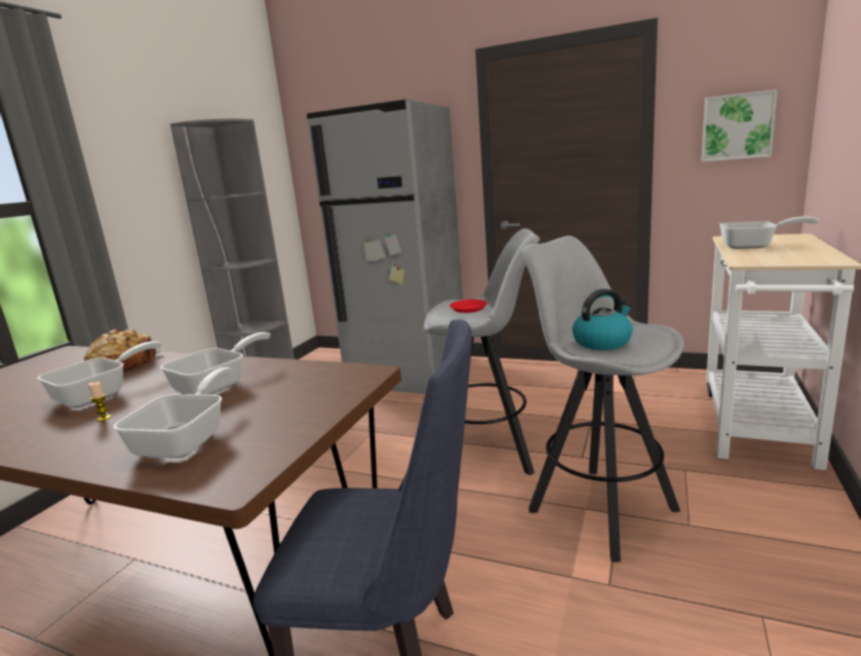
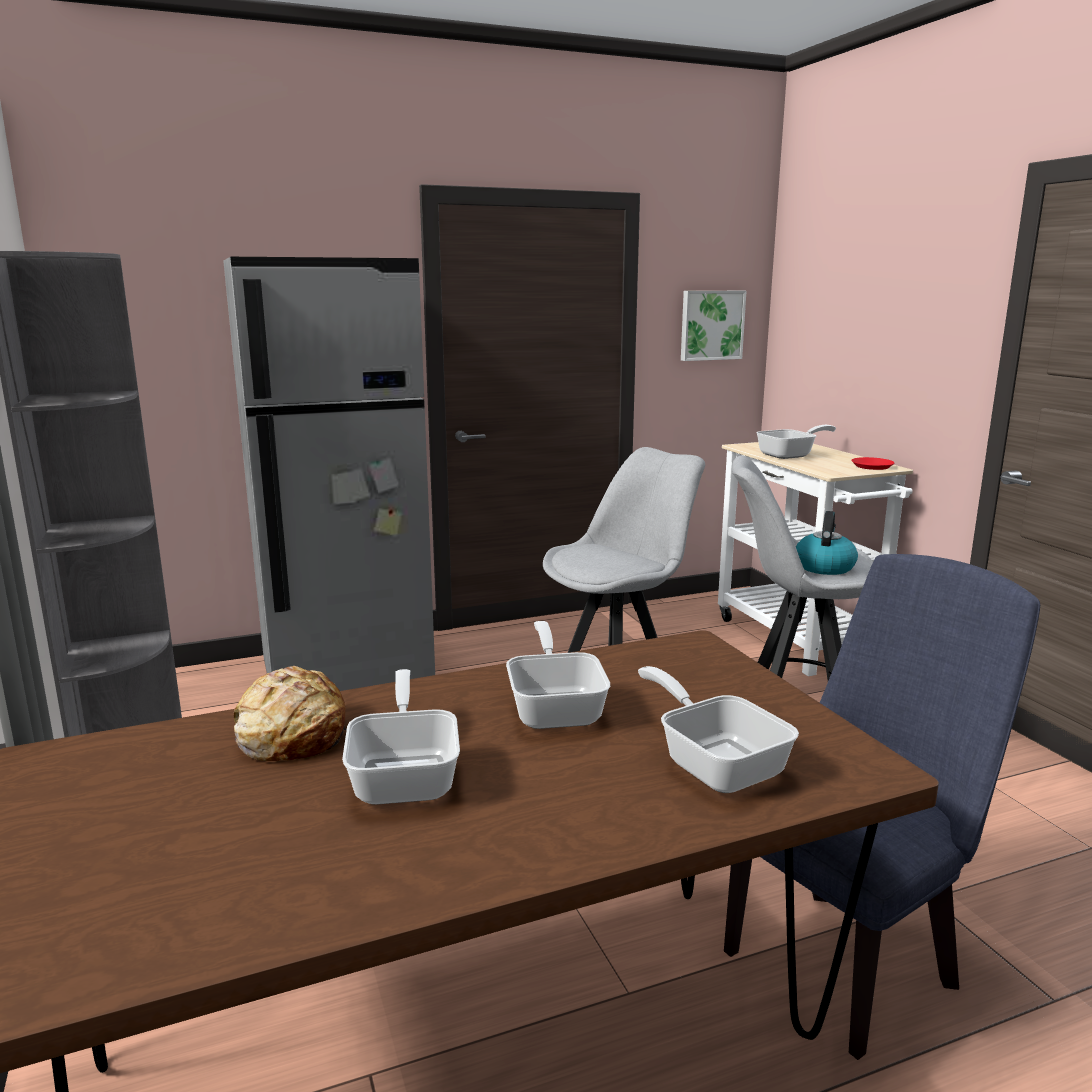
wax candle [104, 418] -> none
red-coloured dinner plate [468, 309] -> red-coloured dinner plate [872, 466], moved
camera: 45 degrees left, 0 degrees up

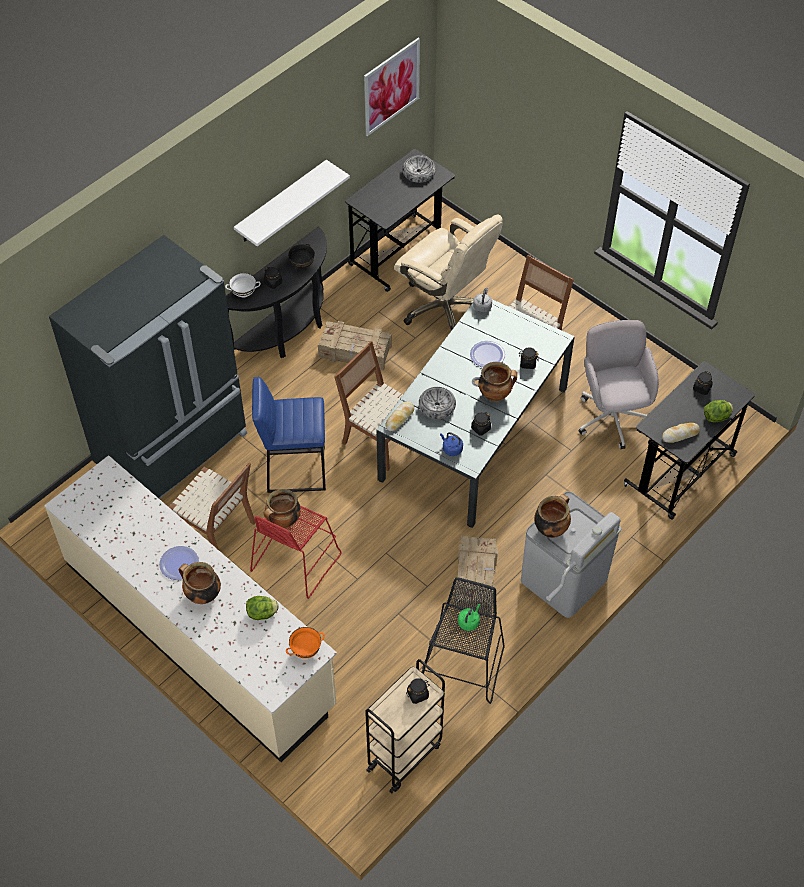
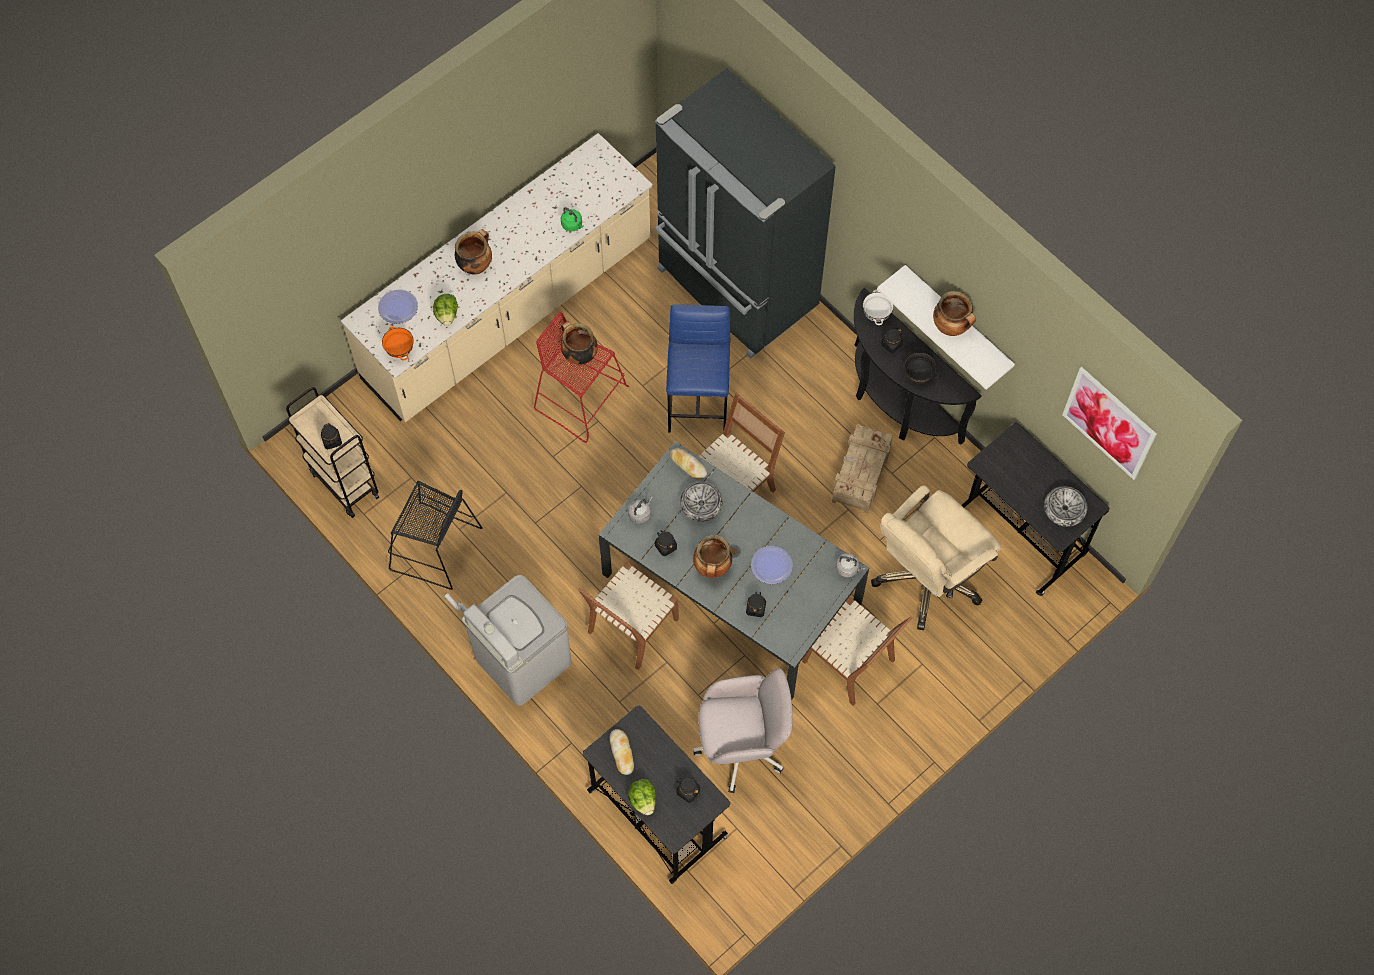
dinner plate [179, 563] -> dinner plate [398, 307], moved
plain chair [217, 531] -> plain chair [631, 629], moved
blue-coloured tea kettle [451, 449] -> grey tea kettle [640, 513]
crate [475, 580] -> none
green-coloured tea kettle [469, 622] -> green-coloured tea kettle [572, 225], moved
stockpot [551, 528] -> stockpot [951, 327], moved
camera: 95 degrees right, 10 degrees up

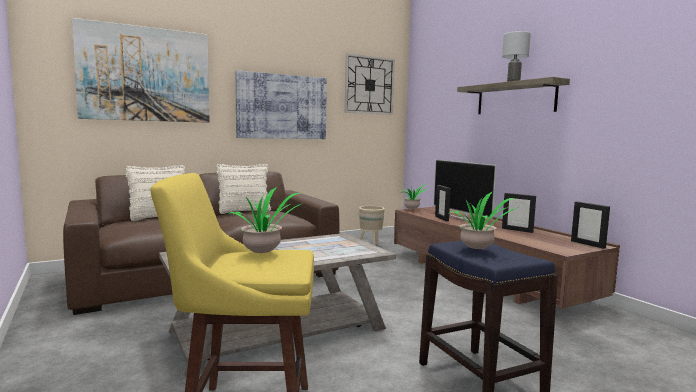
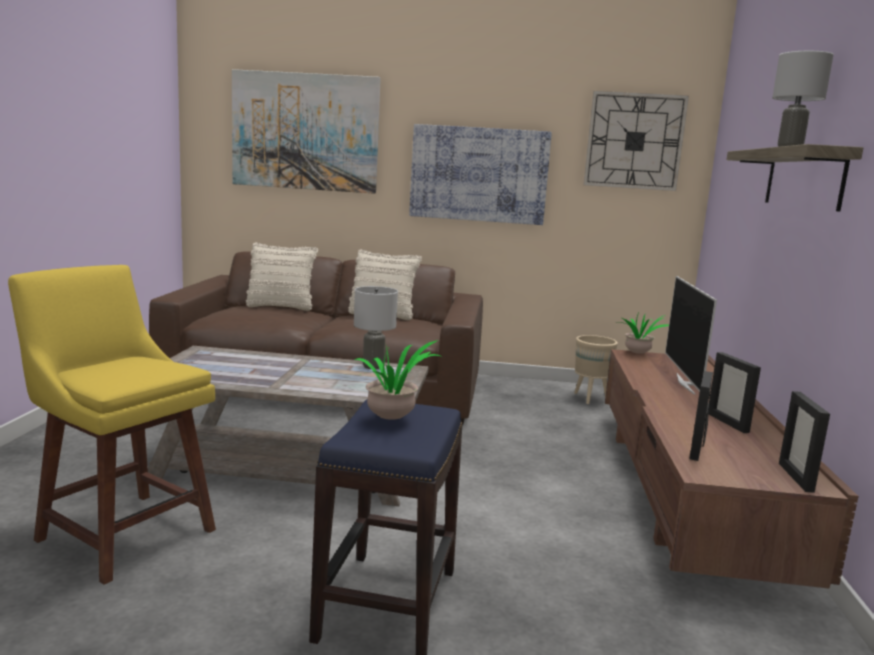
plant in a pot [264, 253] -> none
standing frame [442, 218] -> standing frame [697, 449], moved
none -> white-coloured tabletop lamp [374, 367]
camera: 35 degrees right, 5 degrees up

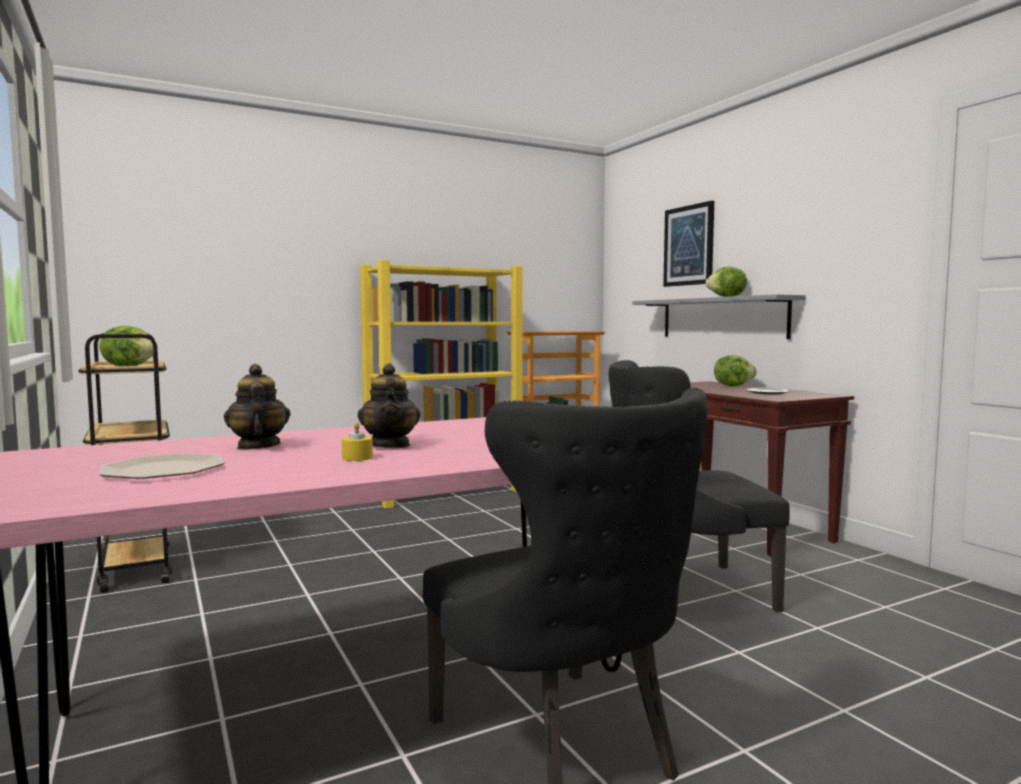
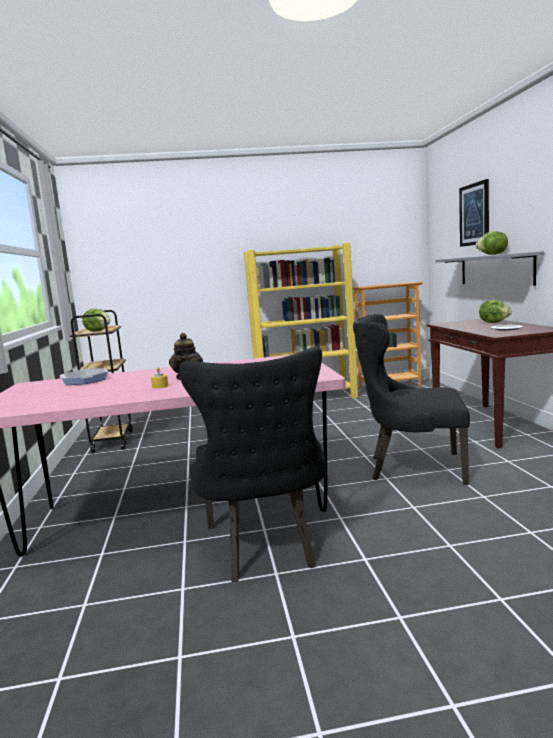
dinner plate [162, 469] -> none
teapot [258, 446] -> none
none -> pan [85, 380]
camera: 20 degrees right, 5 degrees up

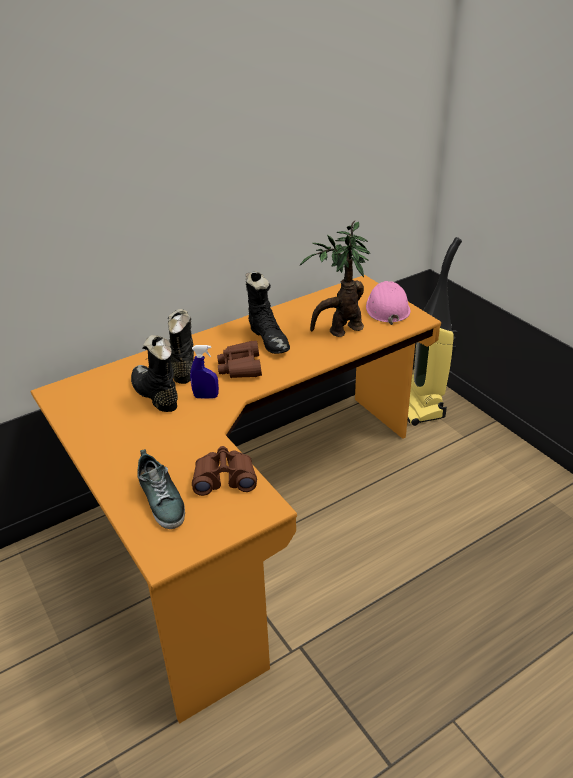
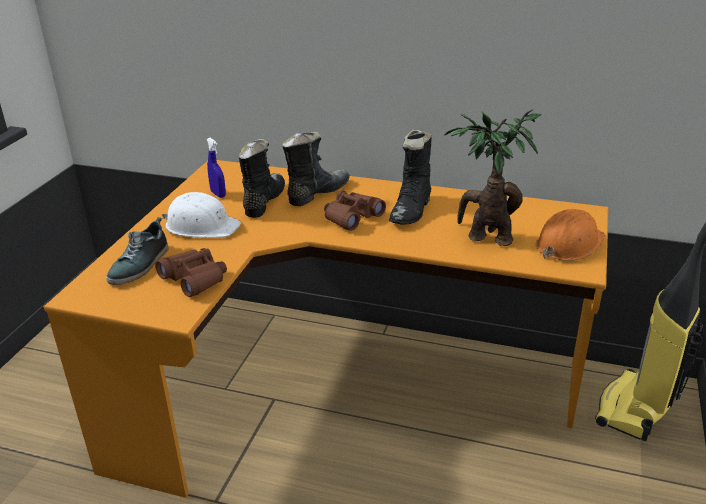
blue-coloured spray bottle [206, 397] -> blue-coloured spray bottle [218, 194], moved
pinkish work helmet [387, 308] -> orangey work helmet [569, 244]
none -> white-coloured work helmet [201, 226]
camera: 50 degrees right, 5 degrees down

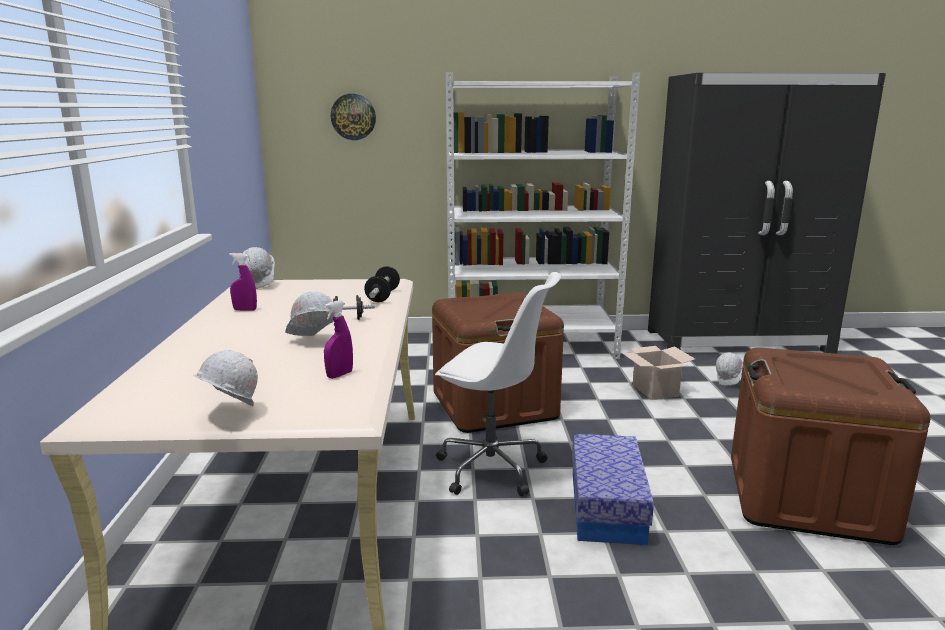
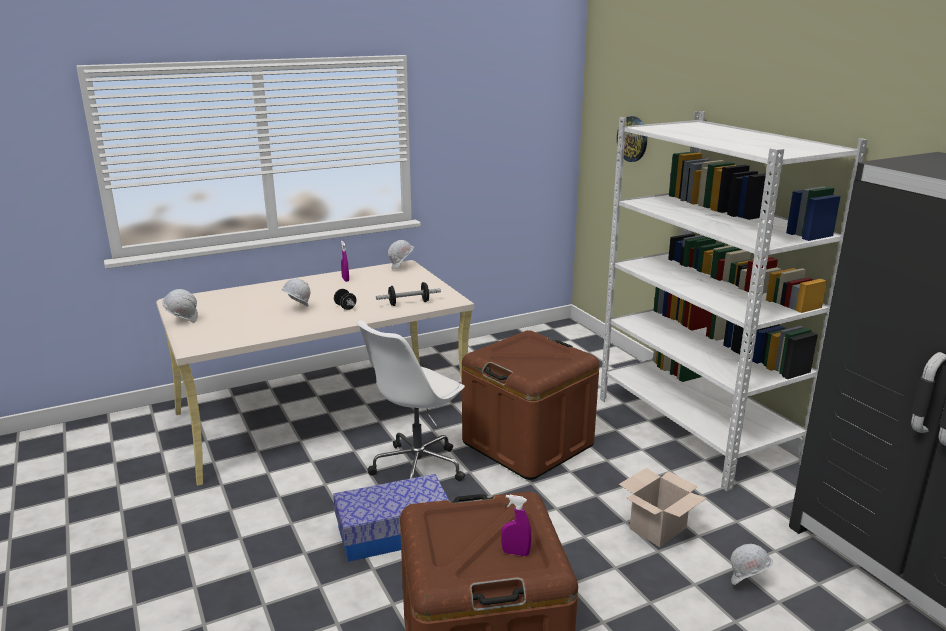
purple-coloured spray bottle [339, 375] -> purple-coloured spray bottle [515, 553], moved
white-coloured desk chair [493, 469] -> white-coloured desk chair [416, 469], 45 degrees clockwise
camera: 65 degrees right, 5 degrees up

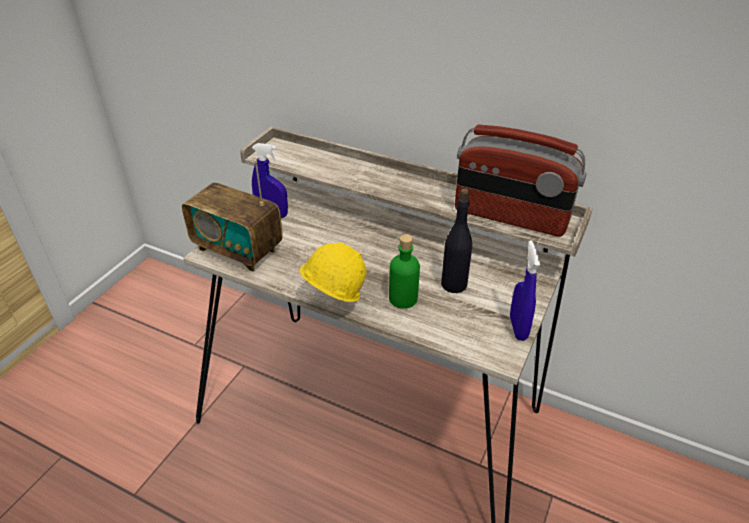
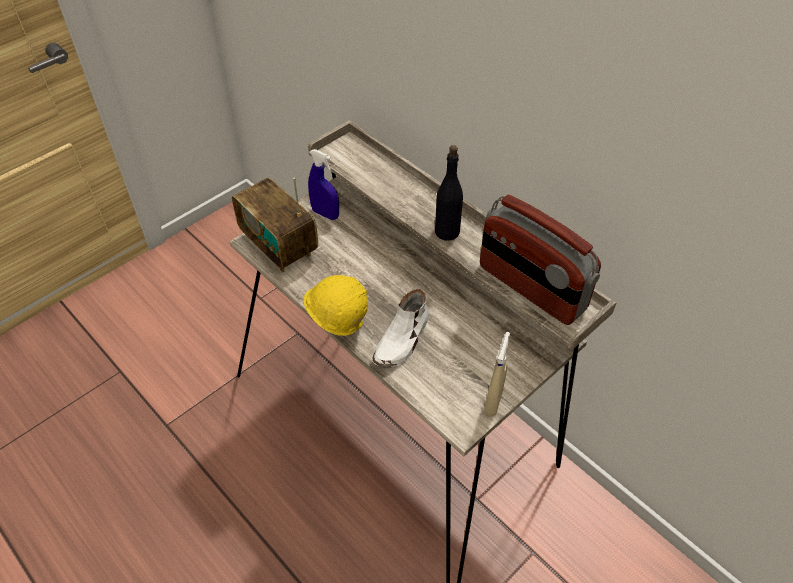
green-coloured bottle [403, 298] -> white-coloured low shoe [402, 339]
blackish bottle [454, 284] -> blackish bottle [447, 231], moved
blue-coloured spray bottle [518, 328] -> sand-coloured spray bottle [493, 402]
camera: 20 degrees right, 10 degrees up

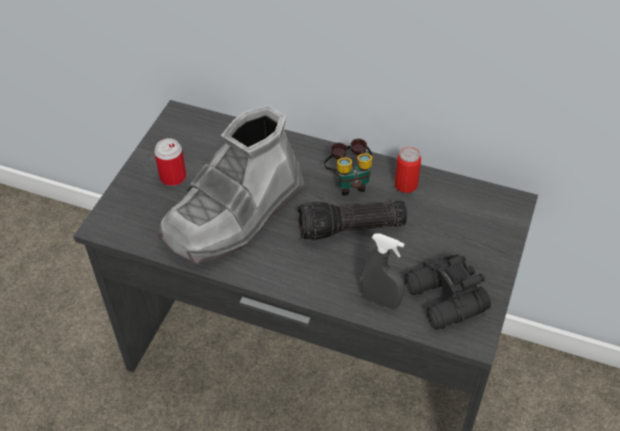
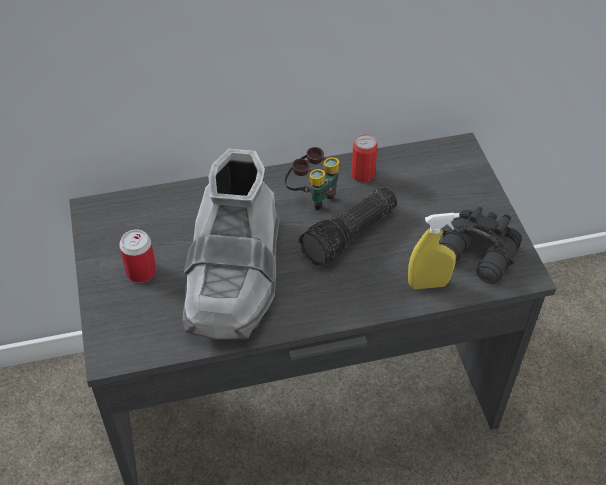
grey spray bottle [380, 300] -> yellow-coloured spray bottle [428, 284]
camera: 35 degrees left, 0 degrees up

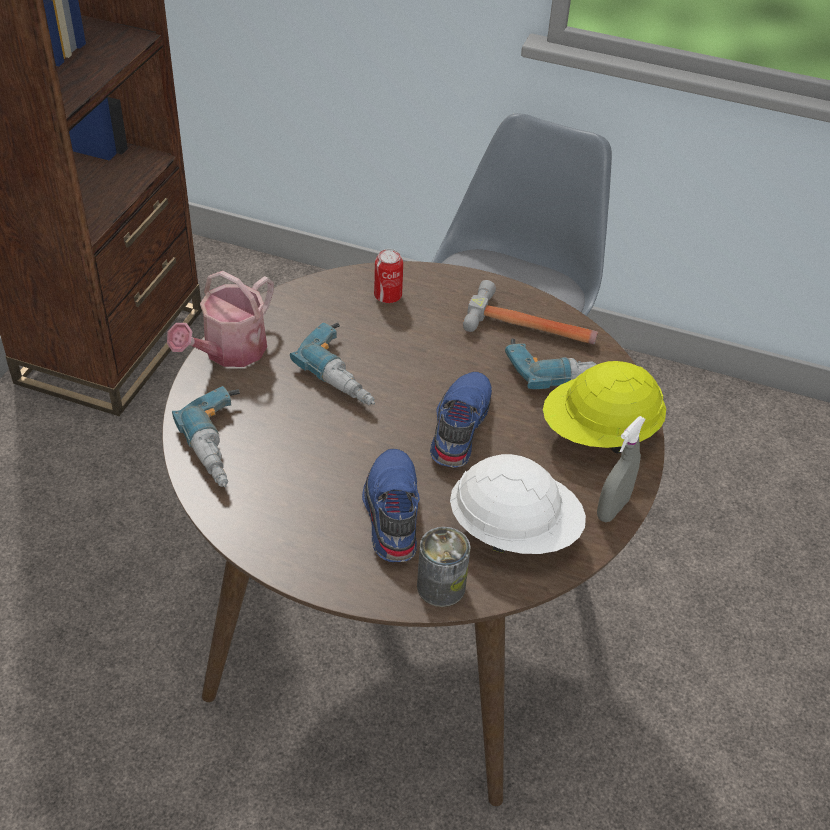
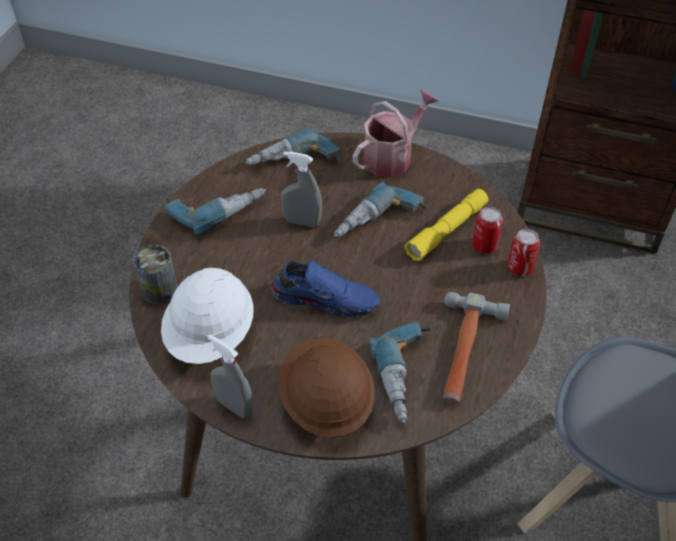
watering can [229, 352] -> watering can [392, 156], 105 degrees clockwise
blue-coloured low shoe [390, 512] -> none
yellow-coloured work helmet [599, 433] -> brown work helmet [325, 402]
none -> drill [216, 207]
none -> grey spray bottle [302, 222]
none -> yellow-coloured torch [447, 230]
none -> can [519, 268]
camera: 90 degrees right, 5 degrees up

